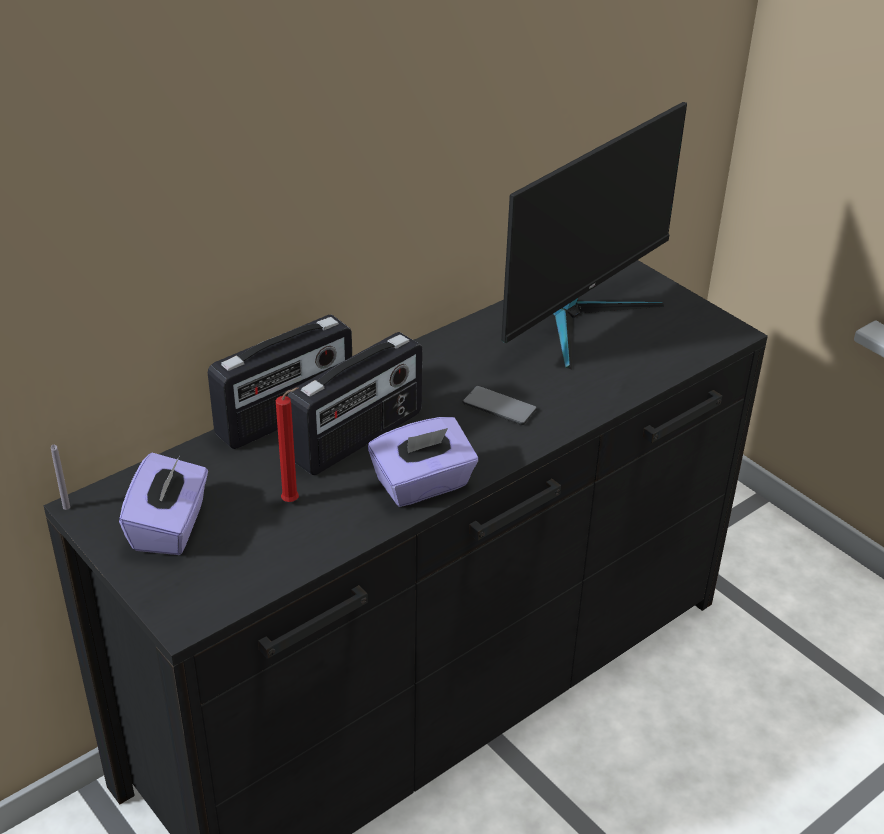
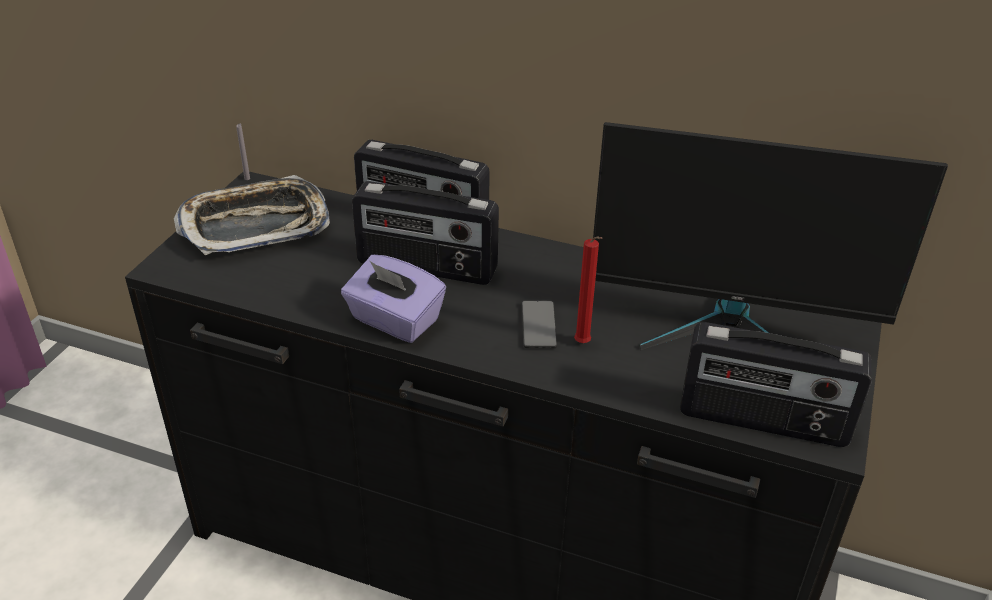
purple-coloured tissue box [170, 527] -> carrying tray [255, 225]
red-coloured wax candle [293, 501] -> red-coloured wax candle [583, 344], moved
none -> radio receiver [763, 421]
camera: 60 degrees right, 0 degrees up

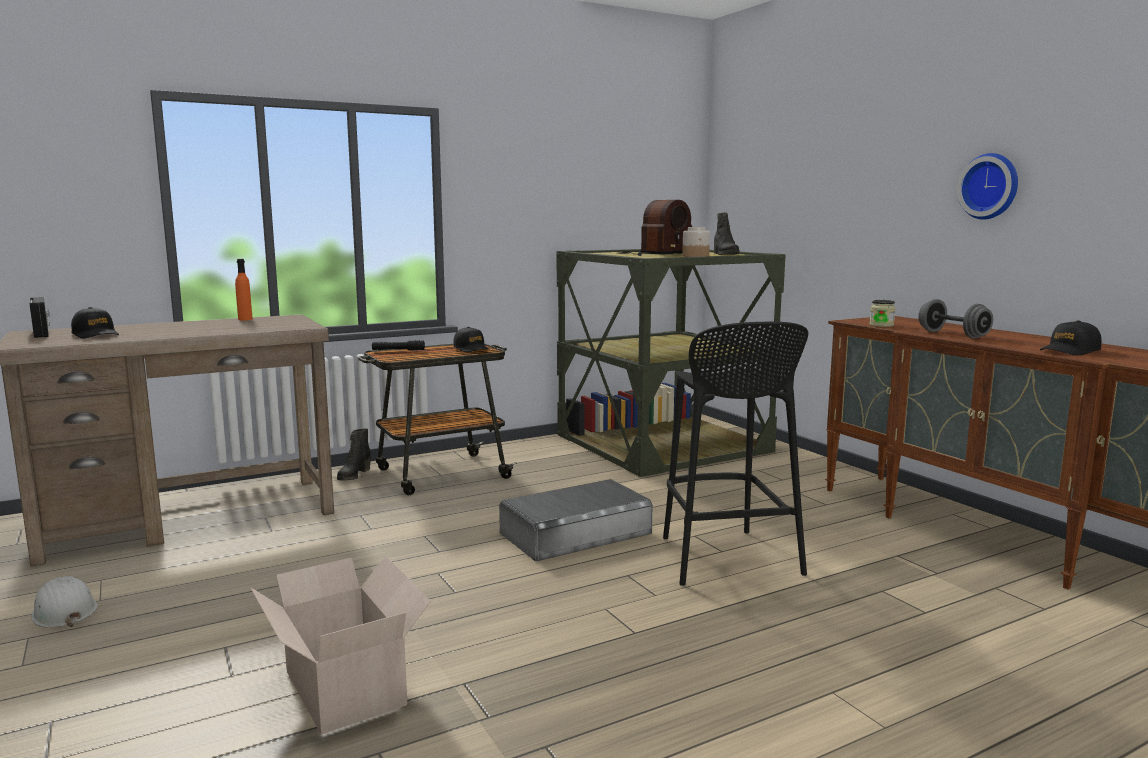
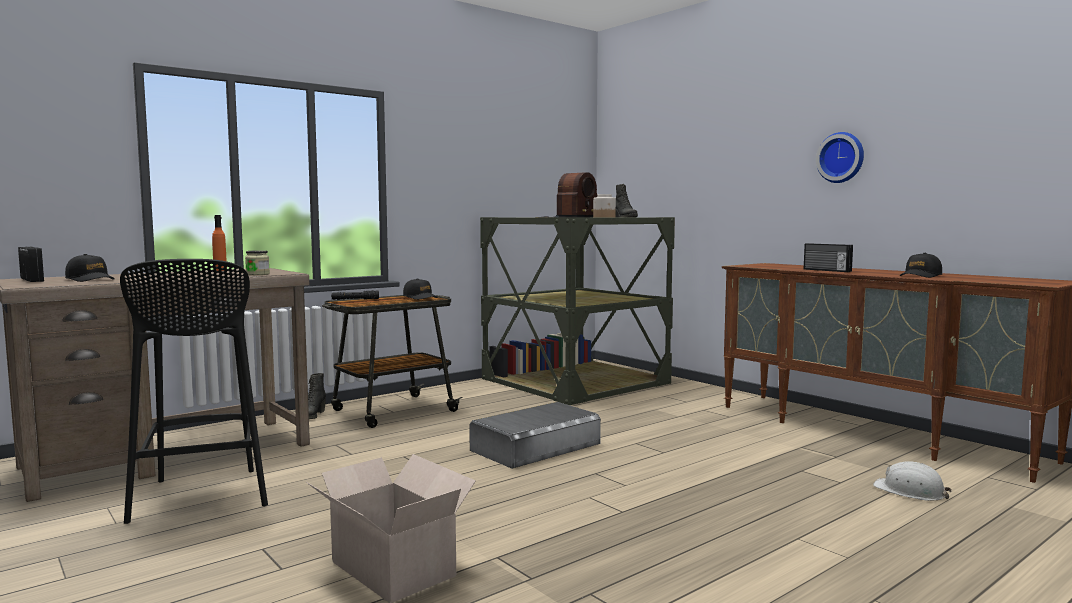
white-coloured work helmet [63, 612] -> white-coloured work helmet [910, 491], moved
blackish stool [725, 558] -> blackish stool [202, 496], moved
storage jar [881, 325] -> storage jar [257, 274], moved
grey dumbbell [953, 335] -> radio receiver [826, 270]
camera: 10 degrees left, 5 degrees down

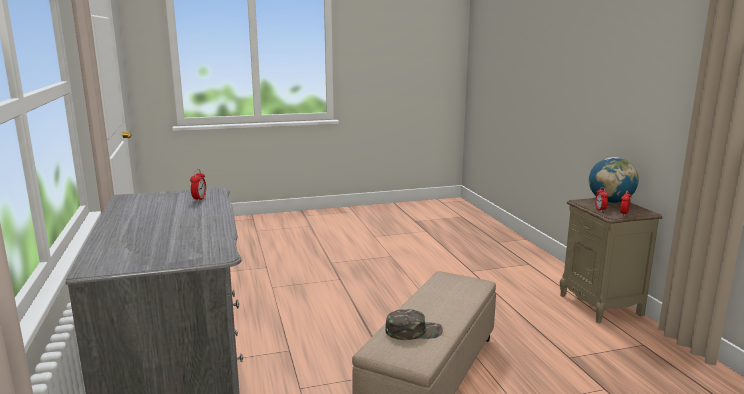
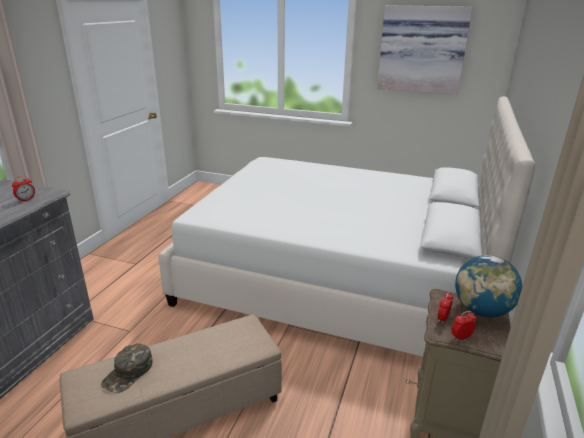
green-coloured cap [413, 331] -> green-coloured cap [128, 372], 90 degrees clockwise
none -> white-coloured bedroom bed [336, 278]
none -> wall picture [422, 49]
camera: 35 degrees right, 10 degrees up

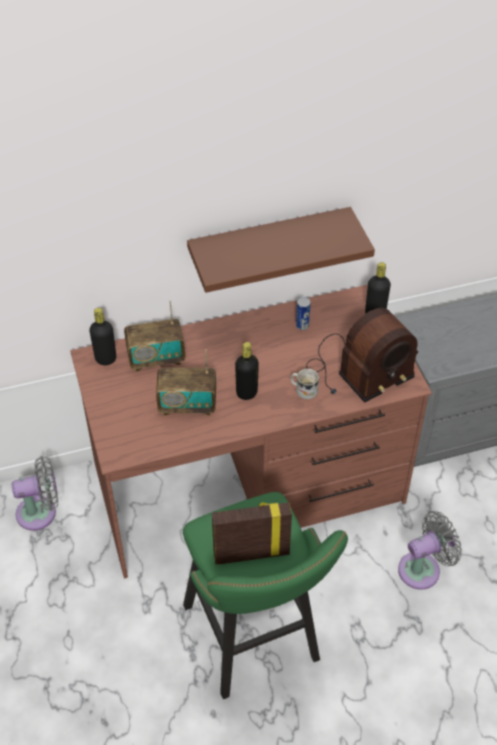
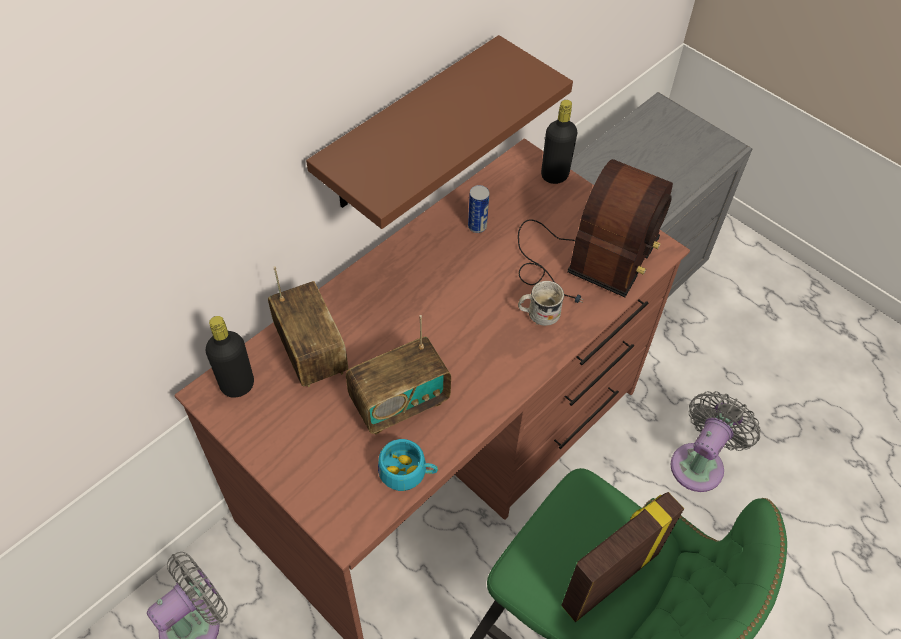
radio receiver [156, 358] -> radio receiver [311, 353], 75 degrees counterclockwise
blackish bottle [246, 393] -> none
none -> turquoise small cup [408, 472]
camera: 30 degrees left, 5 degrees up

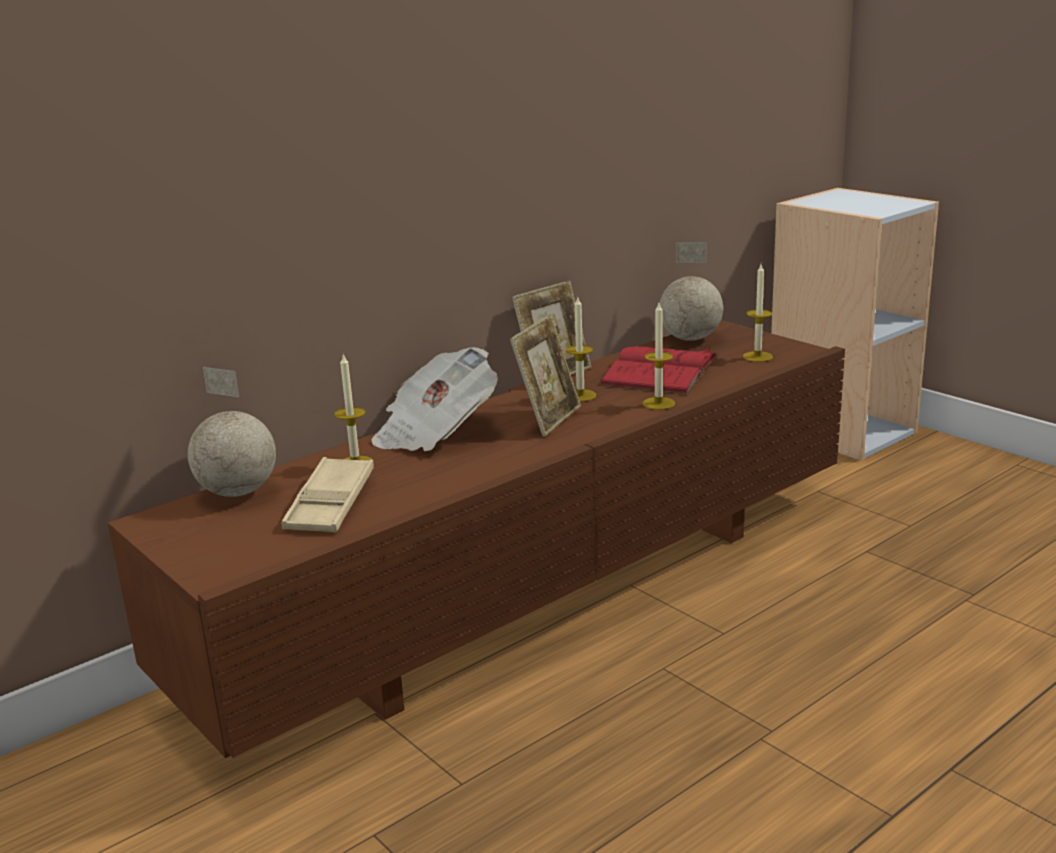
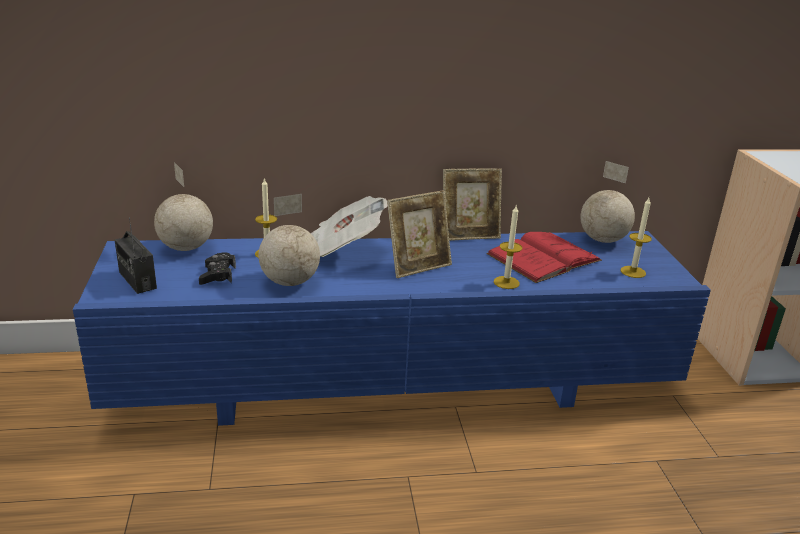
brown tv stand [534, 587] -> blue-coloured tv stand [394, 380]
sand-coloured carrying tray [331, 503] -> blackish joypad [218, 275]
wax candle [580, 395] -> none
none -> radio receiver [137, 280]
none -> globe [289, 282]
camera: 30 degrees right, 5 degrees up

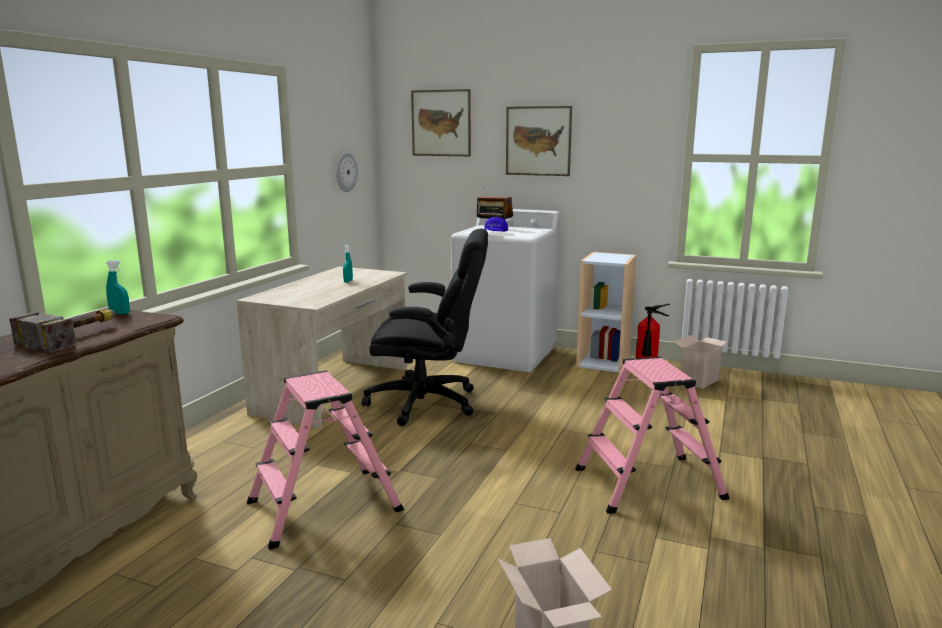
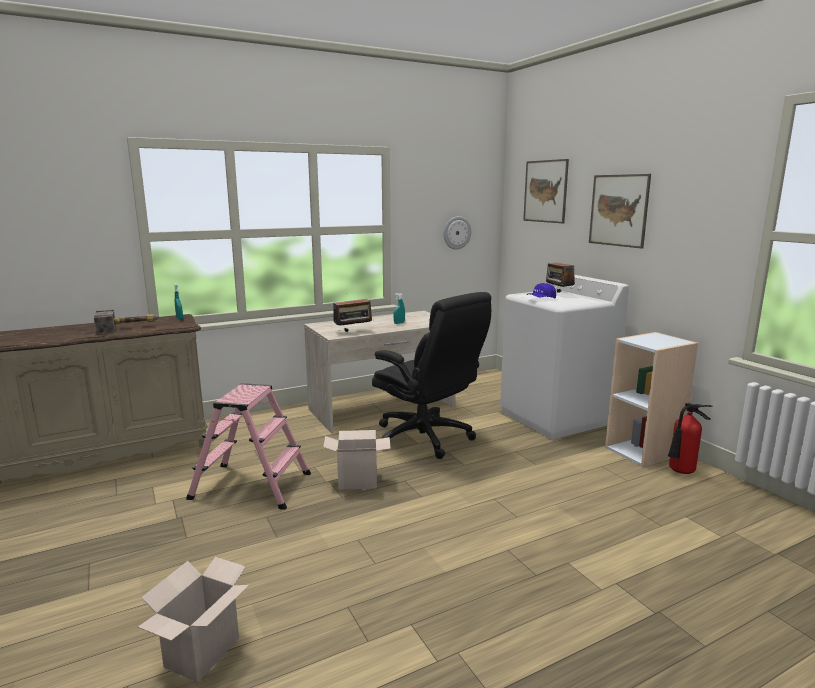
pinkish stepladder [648, 483] -> none
packing box [698, 380] -> packing box [359, 481], moved
none -> radio receiver [353, 332]
camera: 40 degrees right, 0 degrees up

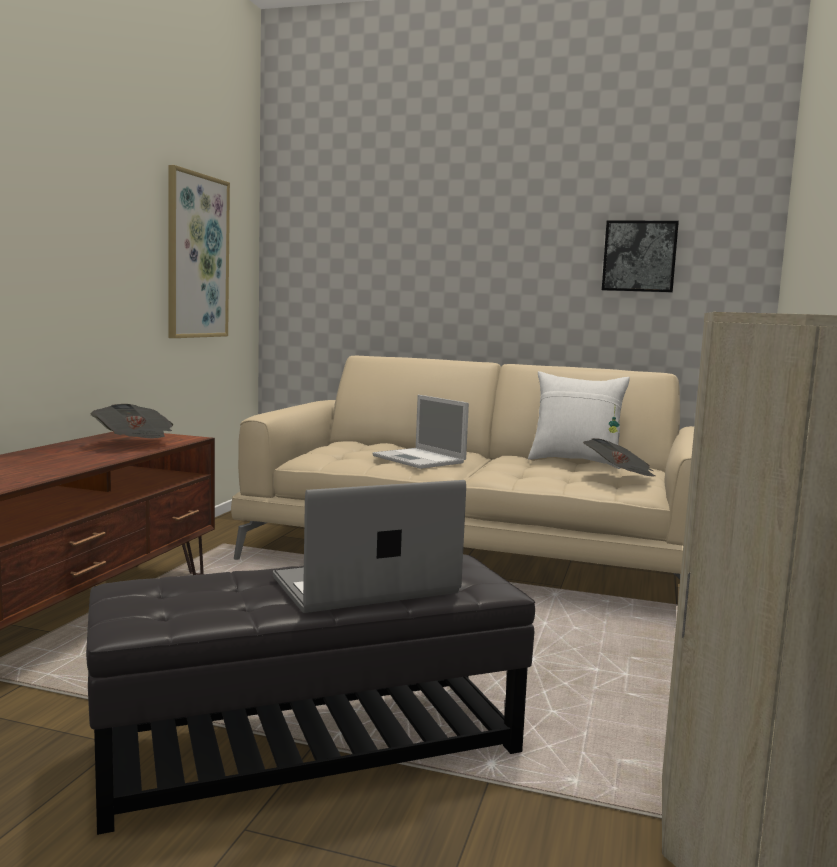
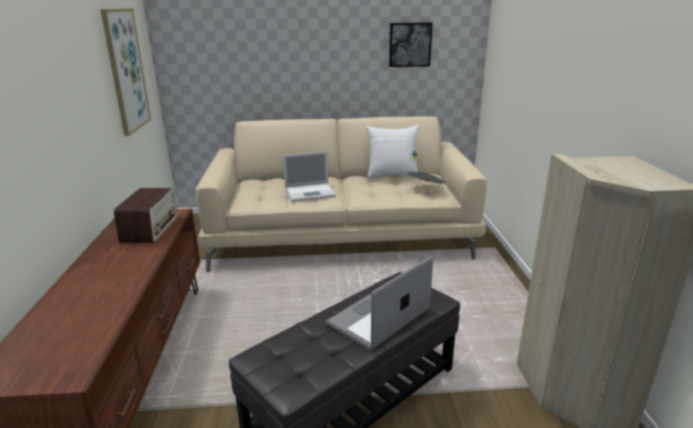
newspaper [136, 444] -> radio receiver [151, 228]
laptop [420, 459] -> laptop [311, 192], 45 degrees counterclockwise
camera: 20 degrees left, 15 degrees up

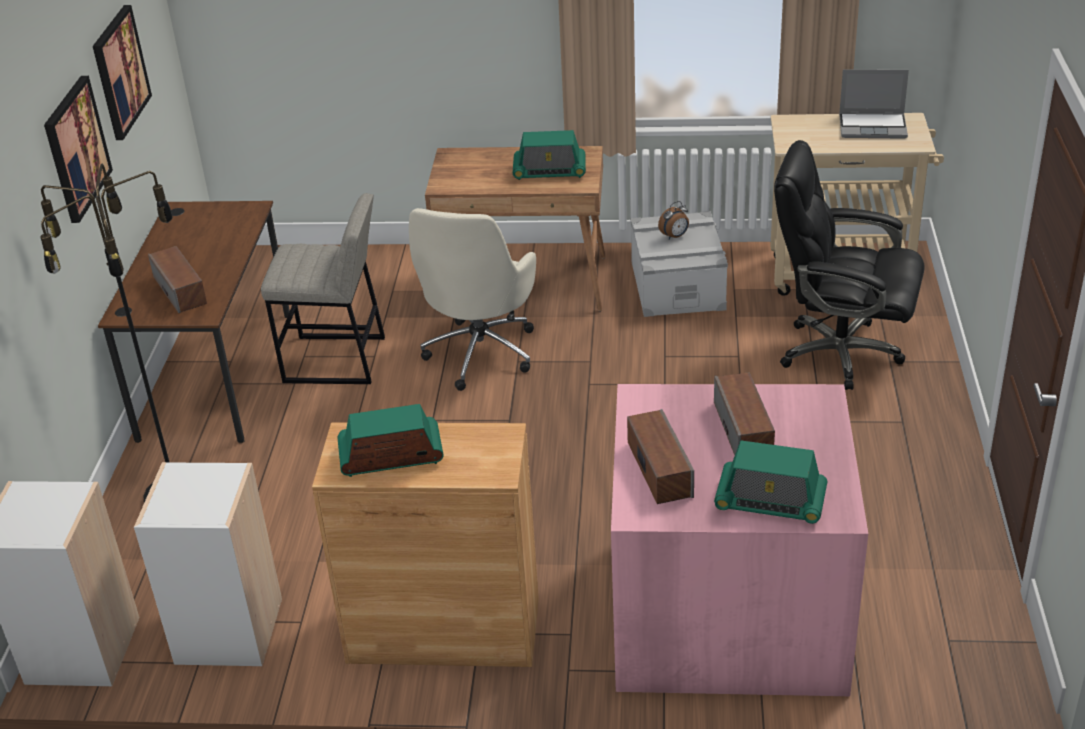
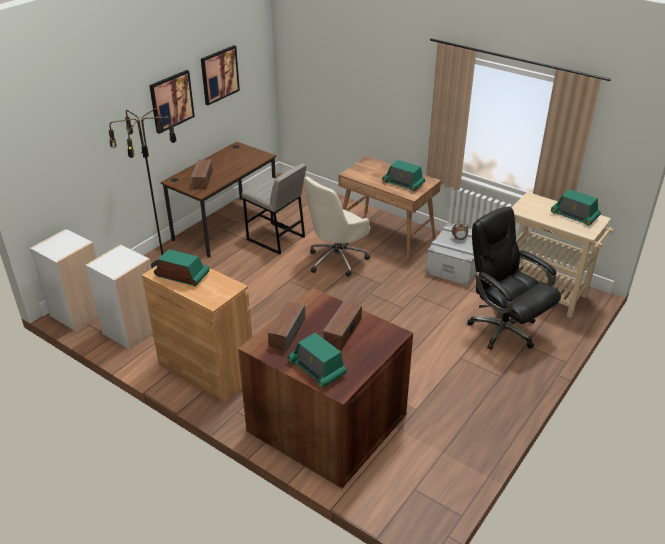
pinkish drawer chest [727, 609] -> brown drawer chest [328, 421]
laptop [873, 126] -> radio receiver [574, 216]
camera: 30 degrees right, 0 degrees up

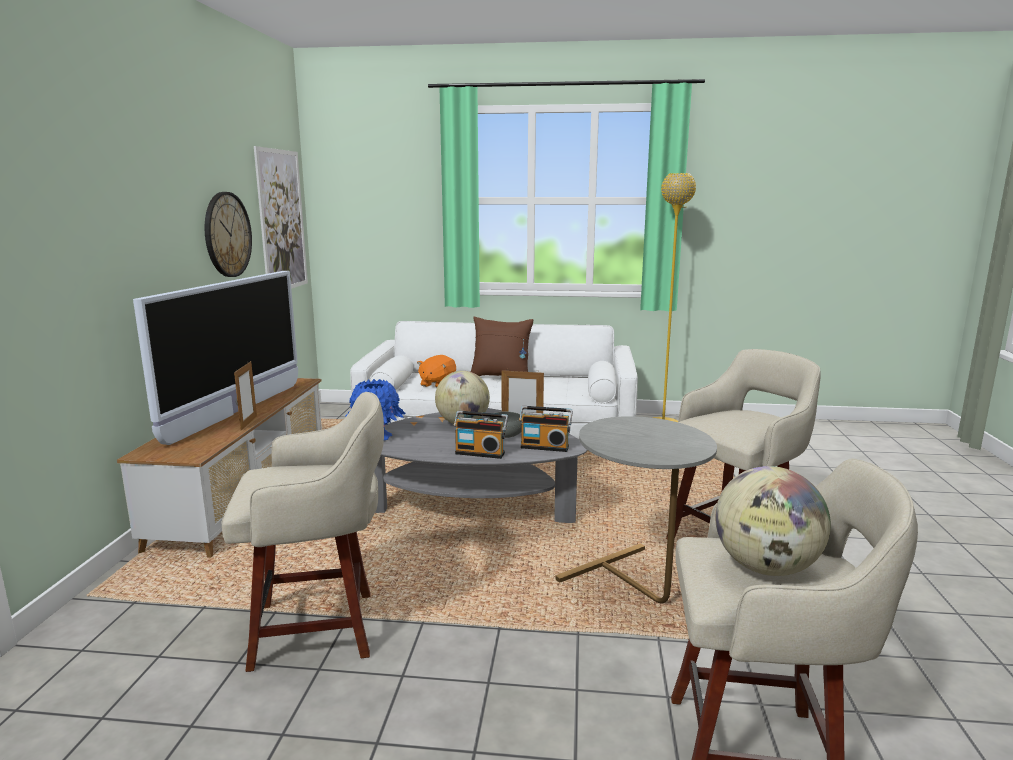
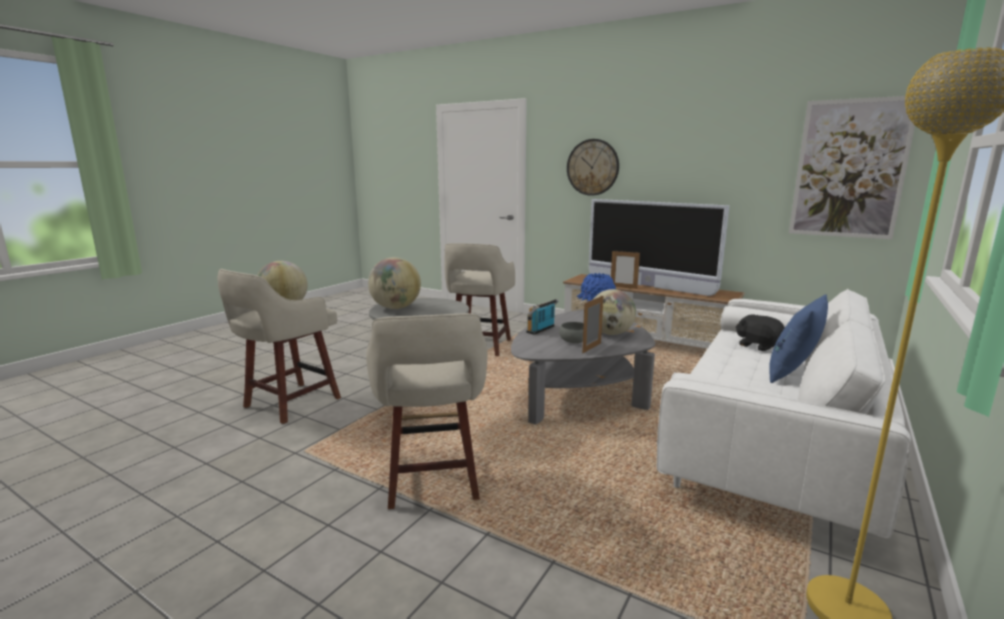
clock on the wall [227, 234] -> clock on the wall [592, 167], moved
orangey cuddly toy [437, 384] -> blackish cuddly toy [758, 345]
brown throw pillow [500, 377] -> blue-coloured throw pillow [792, 373]
radio receiver [545, 446] -> none
none -> globe [395, 308]
camera: 115 degrees right, 0 degrees up

